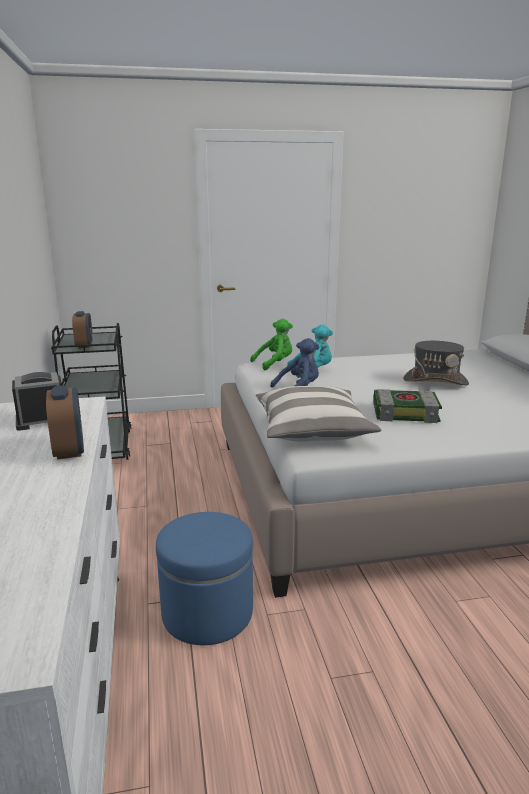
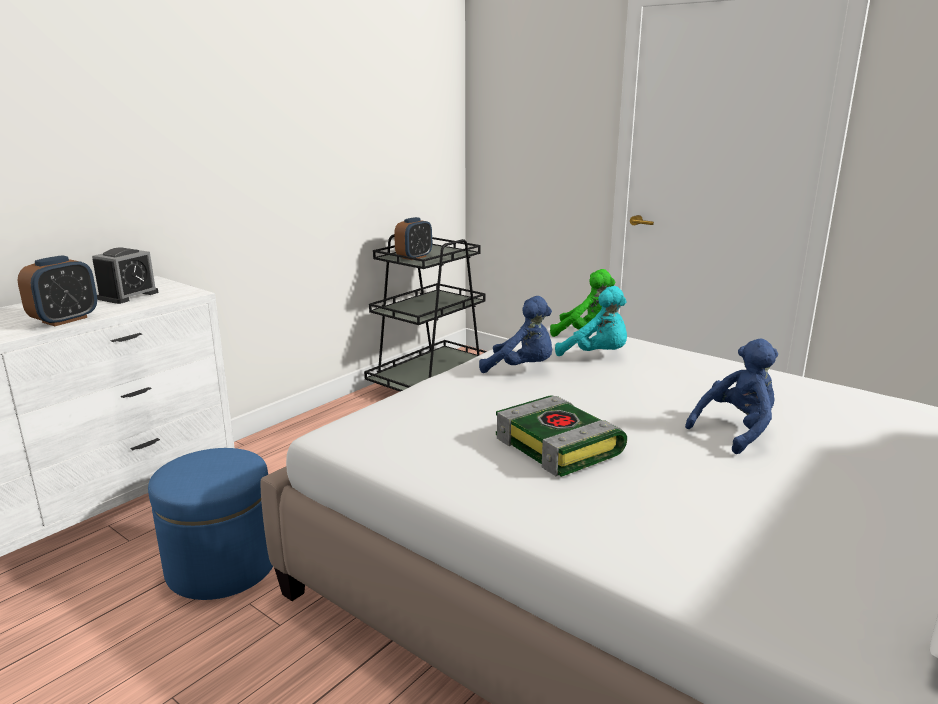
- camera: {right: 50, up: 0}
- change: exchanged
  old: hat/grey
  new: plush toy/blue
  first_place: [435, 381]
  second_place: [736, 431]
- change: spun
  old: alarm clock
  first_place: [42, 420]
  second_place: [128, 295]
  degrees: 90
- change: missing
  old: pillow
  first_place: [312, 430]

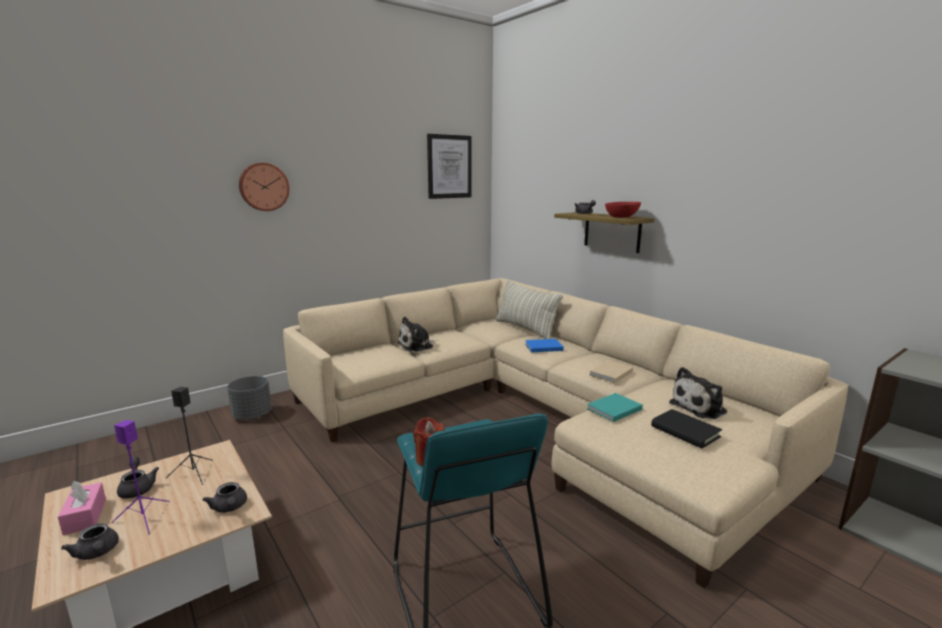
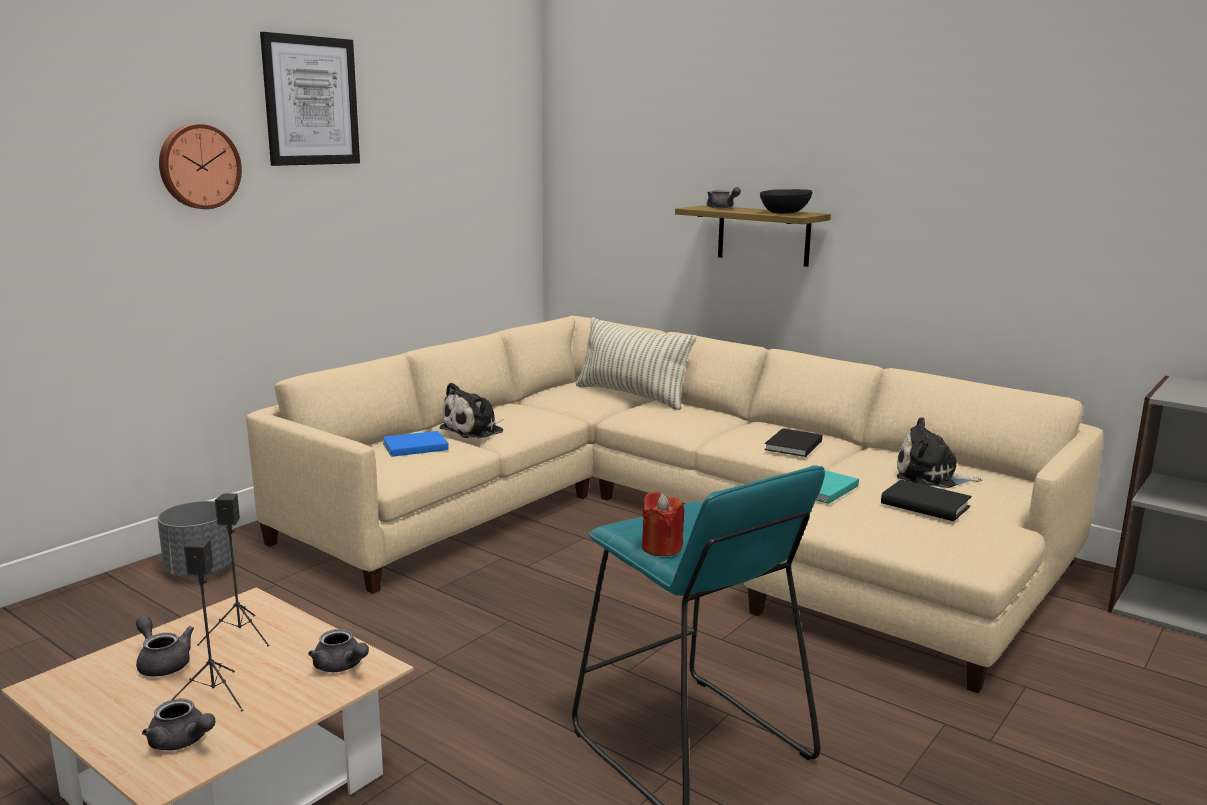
- camera: {right: -15, up: 0}
- change: relocated
  old: picture
  first_place: [449, 167]
  second_place: [311, 101]
- change: colour
  old: bowl/red
  new: bowl/black
  first_place: [621, 217]
  second_place: [785, 213]
- change: relocated
  old: book/blue
  first_place: [542, 347]
  second_place: [413, 446]
- change: colour
  old: book/beige
  new: book/black
  first_place: [609, 373]
  second_place: [792, 446]
- change: spun
  old: plush toy
  first_place: [700, 407]
  second_place: [930, 477]
  degrees: 60
- change: colour
  old: speaker/purple
  new: speaker/black
  first_place: [144, 519]
  second_place: [215, 696]
- change: missing
  old: tissue box/pink
  first_place: [85, 516]

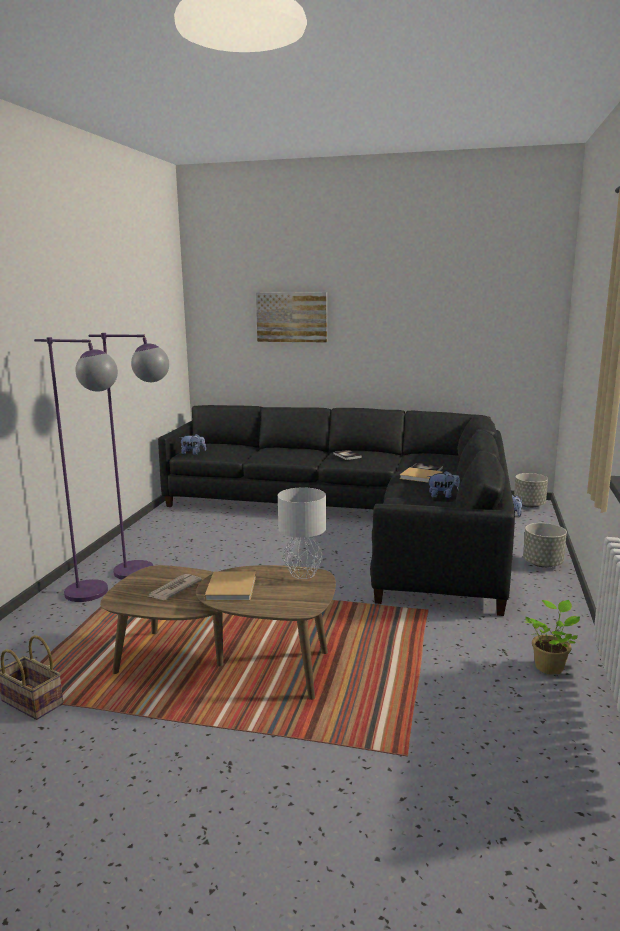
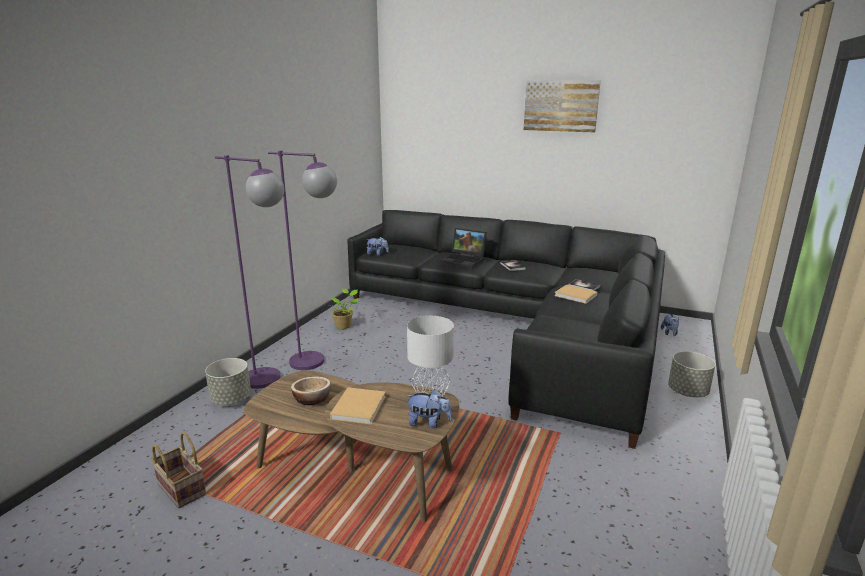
- camera: {right: 10, up: 5}
- change: relocated
  old: picture
  first_place: [292, 317]
  second_place: [561, 106]
- change: relocated
  old: plush toy
  first_place: [443, 496]
  second_place: [428, 423]
- change: relocated
  old: planter/grey
  first_place: [529, 505]
  second_place: [231, 400]
- change: exchanged
  old: newspaper
  new: bowl
  first_place: [174, 589]
  second_place: [312, 399]
- change: relocated
  old: potted plant
  first_place: [550, 666]
  second_place: [344, 326]
- change: appeared
  new: laptop
  second_place: [465, 260]

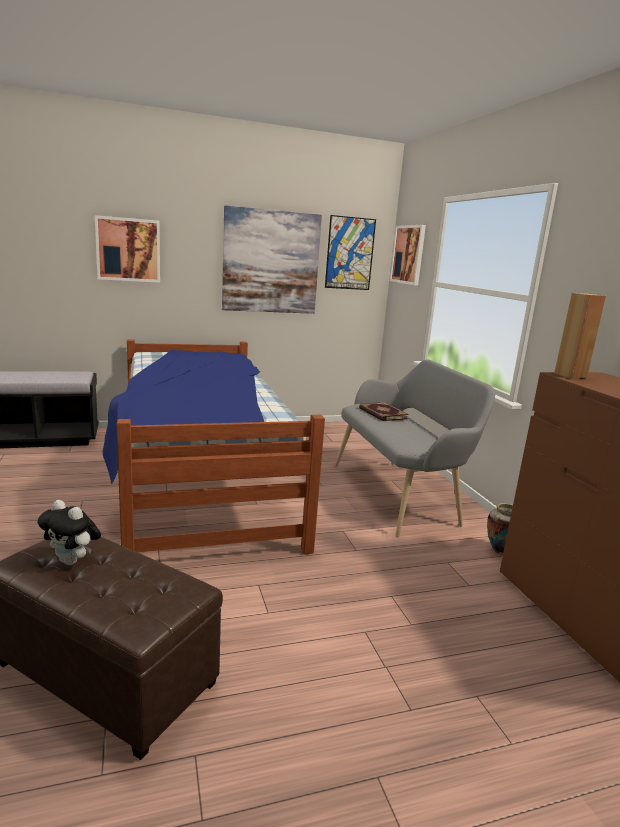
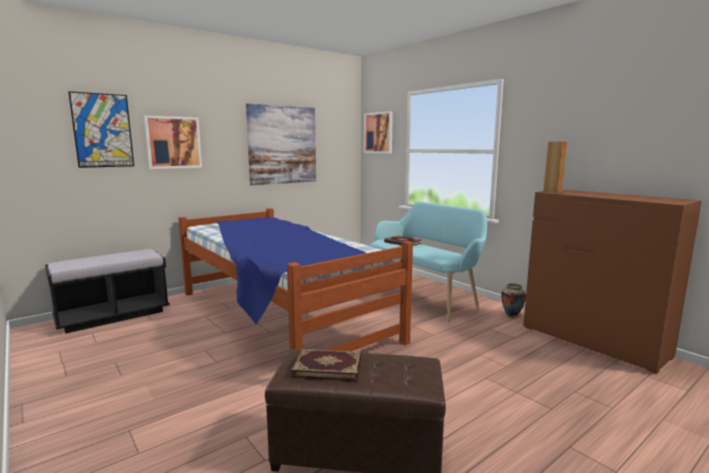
- camera: {right: -20, up: -5}
- change: relocated
  old: picture
  first_place: [350, 253]
  second_place: [102, 130]
- change: colour
  old: bench/grey
  new: bench/turquoise
  first_place: [399, 494]
  second_place: [424, 297]
- change: exchanged
  old: plush toy
  new: book
  first_place: [72, 561]
  second_place: [328, 366]

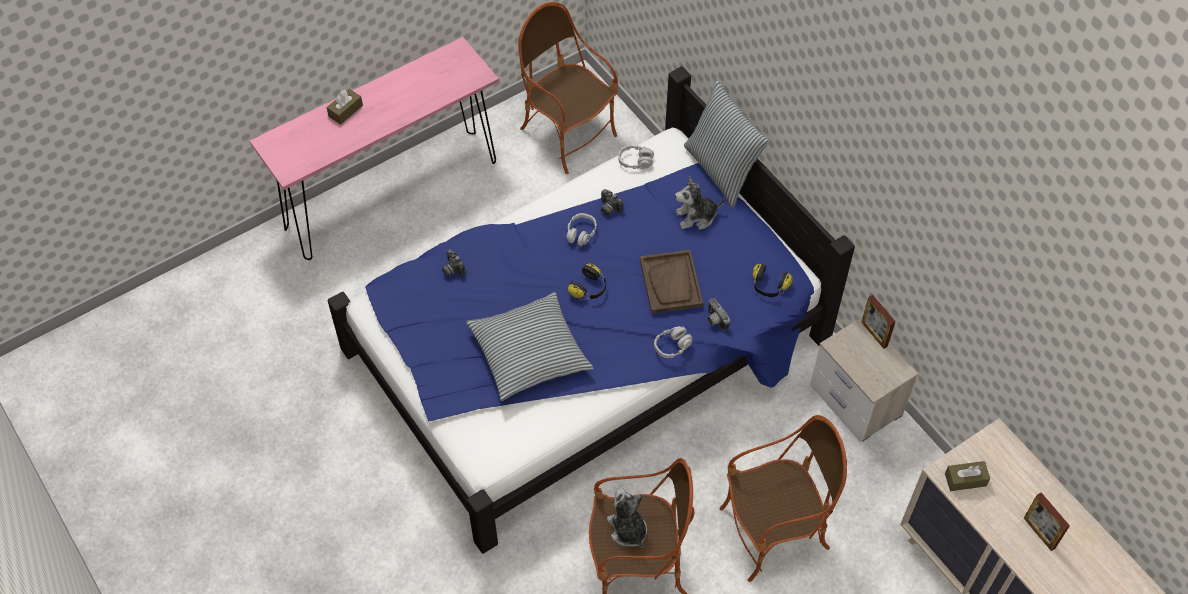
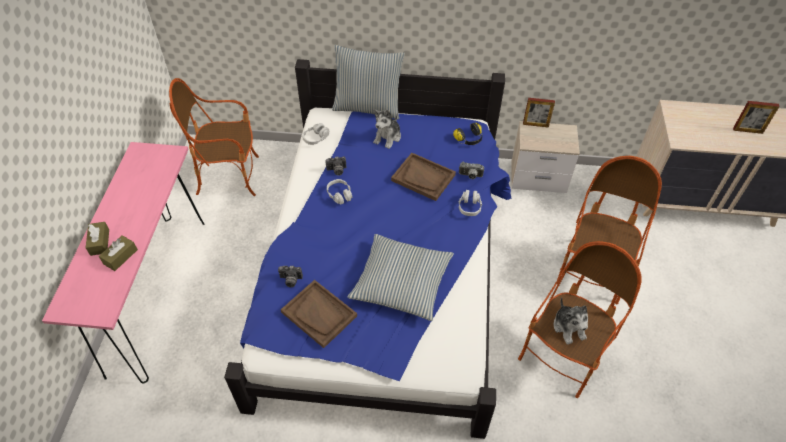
- camera: {right: -50, up: -5}
- change: missing
  old: headphones
  first_place: [589, 288]
- change: relocated
  old: tissue box/brown
  first_place: [965, 479]
  second_place: [120, 257]
- change: spun
  old: plush toy
  first_place: [627, 529]
  second_place: [569, 327]
  degrees: -120
- change: appeared
  new: tray/brown
  second_place: [319, 314]

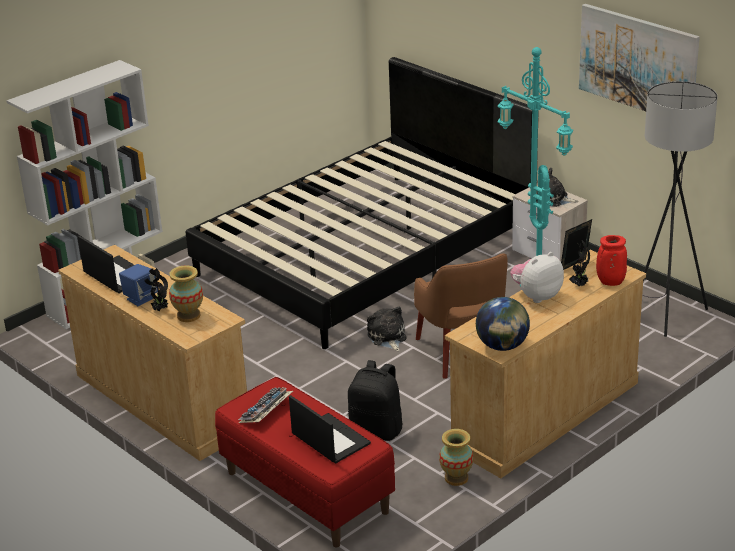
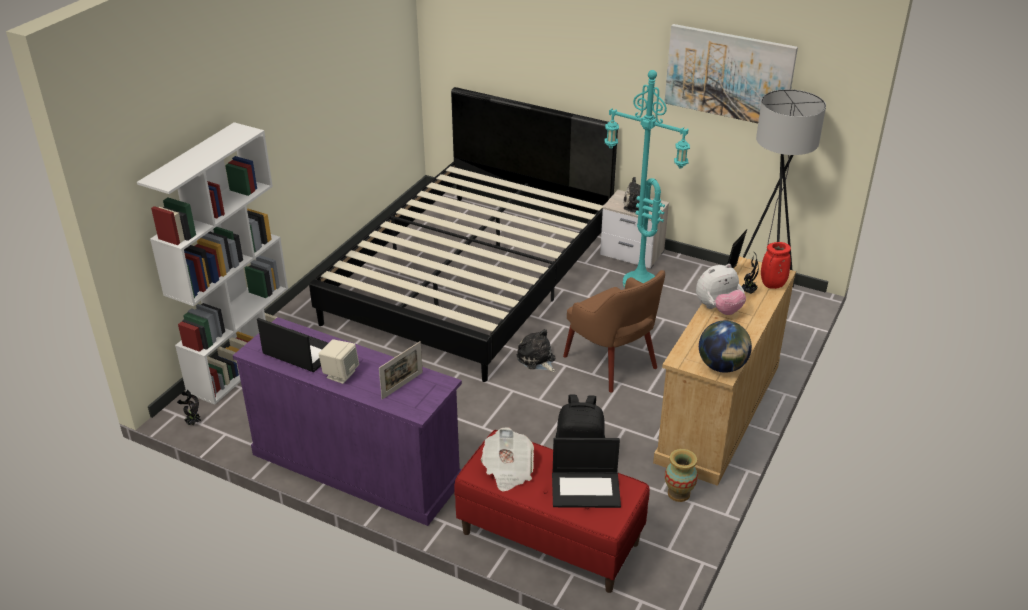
- camera: {right: -20, up: 5}
- change: colour
  old: dresser/beige
  new: dresser/purple
  first_place: [162, 401]
  second_place: [355, 467]
- change: spun
  old: plush toy
  first_place: [536, 296]
  second_place: [718, 309]
  degrees: -150
- change: colour
  old: speaker/blue
  new: speaker/beige
  first_place: [140, 298]
  second_place: [340, 374]
- change: exchanged
  old: vase
  new: picture frame
  first_place: [188, 315]
  second_place: [402, 385]
- change: relocated
  old: potted plant
  first_place: [159, 310]
  second_place: [193, 423]
- change: exchanged
  old: keyboard
  new: newspaper
  first_place: [266, 412]
  second_place: [508, 470]
- change: spun
  old: laptop
  first_place: [329, 439]
  second_place: [586, 489]
  degrees: 150

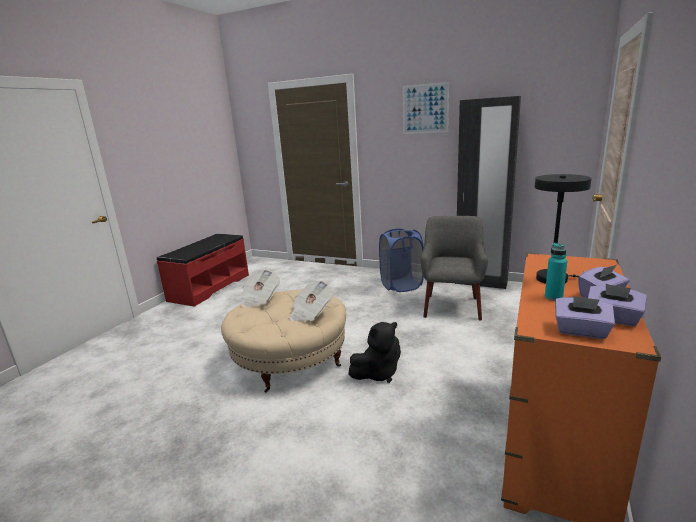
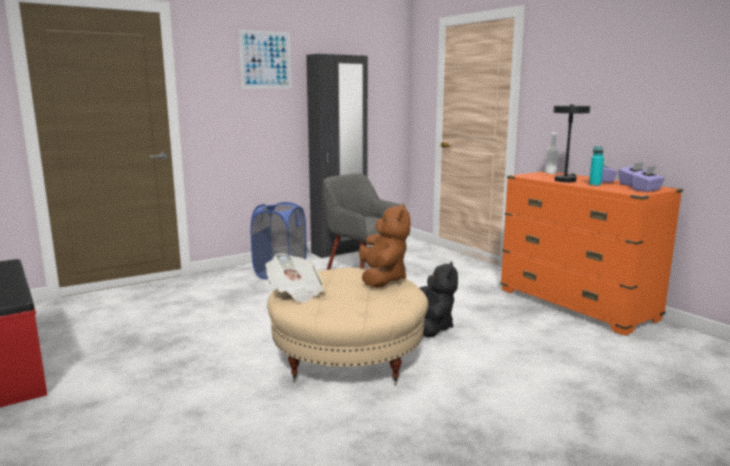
- camera: {right: -60, up: -5}
- change: exchanged
  old: newspaper
  new: plush toy/brown
  first_place: [311, 313]
  second_place: [382, 279]
- change: appeared
  new: bottle/white
  second_place: [550, 173]

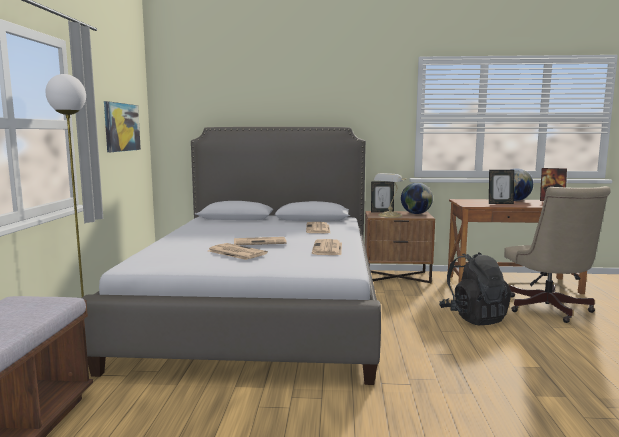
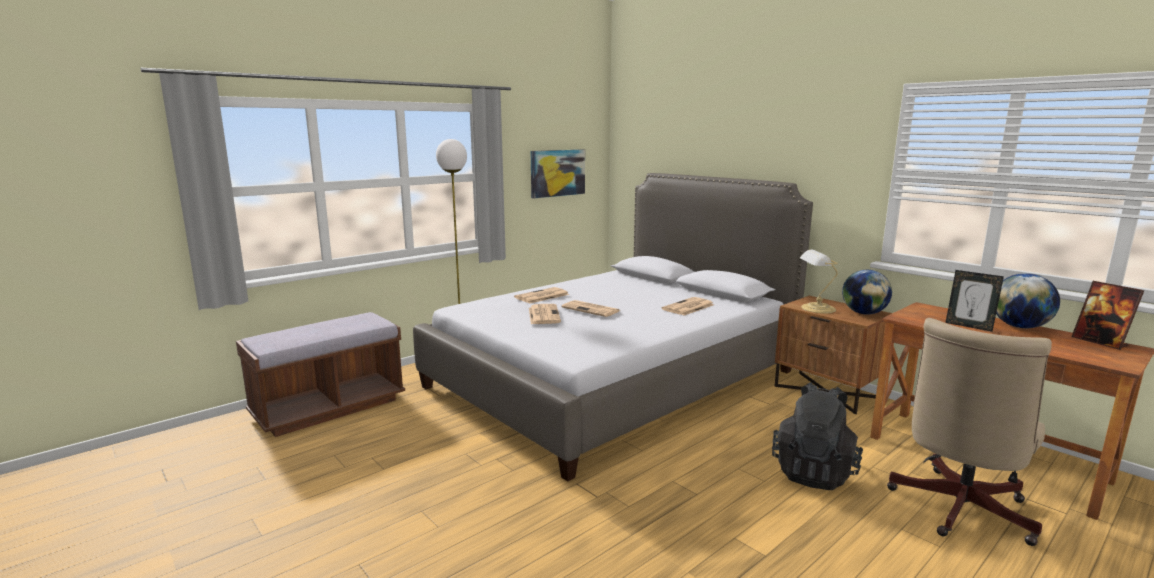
- camera: {right: 45, up: 5}
- change: missing
  old: picture frame
  first_place: [382, 212]
- change: relocated
  old: newspaper
  first_place: [327, 248]
  second_place: [541, 296]

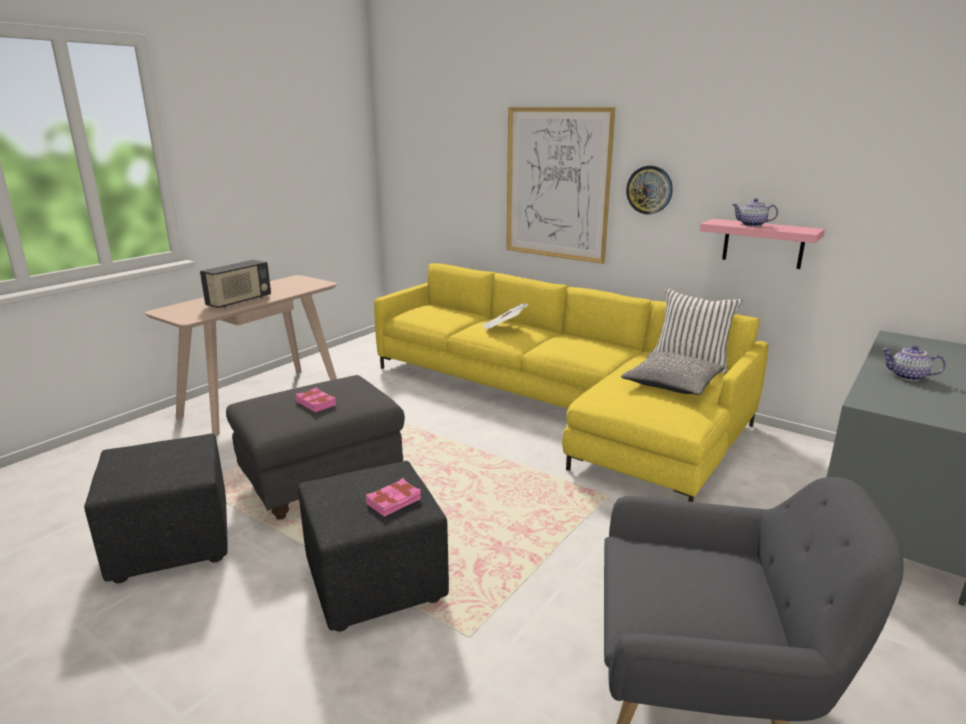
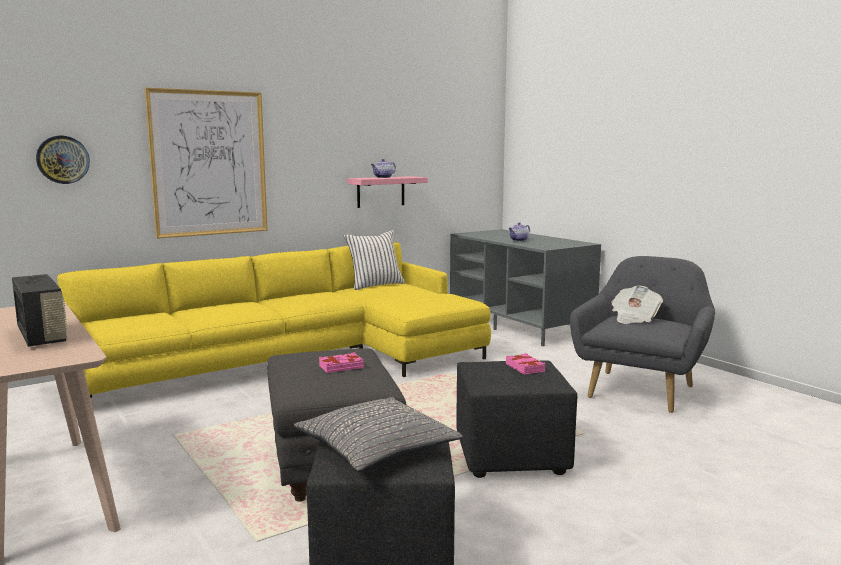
- camera: {right: -70, up: -10}
- change: relocated
  old: wall clock
  first_place: [649, 190]
  second_place: [63, 159]
- change: relocated
  old: newspaper
  first_place: [503, 328]
  second_place: [634, 318]
- change: relocated
  old: pillow/grey
  first_place: [672, 383]
  second_place: [376, 448]

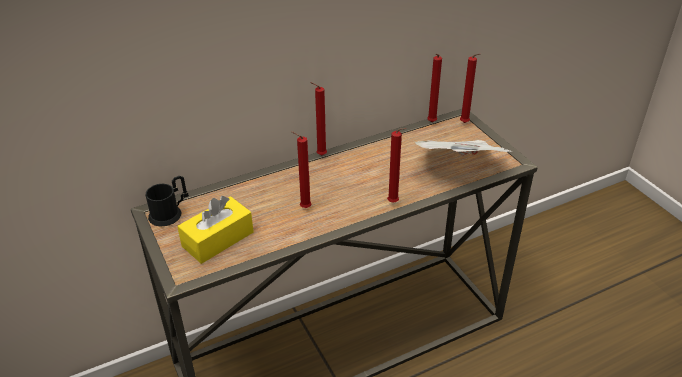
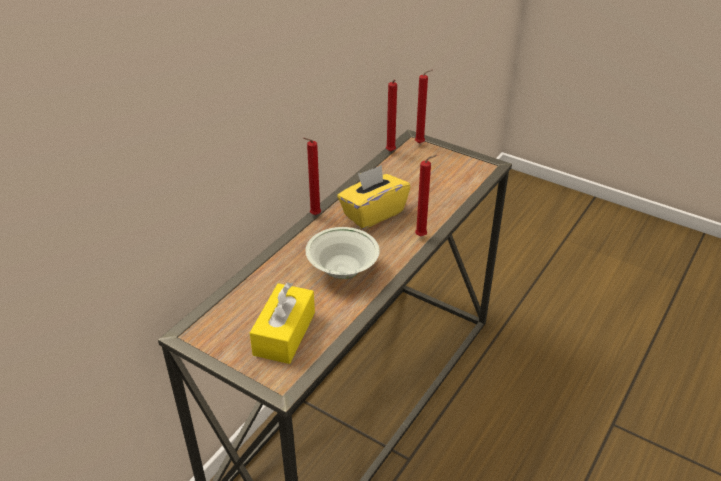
- camera: {right: -30, up: 0}
- change: exchanged
  old: candle/red
  new: bowl/white
  first_place: [303, 208]
  second_place: [342, 271]
- change: missing
  old: newspaper
  first_place: [461, 167]
- change: missing
  old: mug/black
  first_place: [169, 213]
- change: appeared
  new: tissue box/yellow
  second_place: [373, 213]

